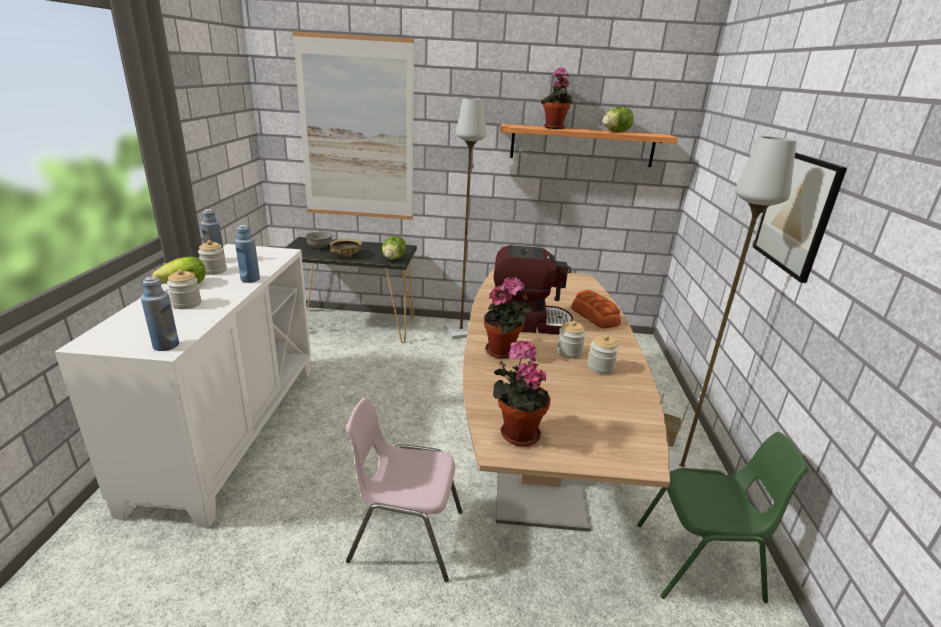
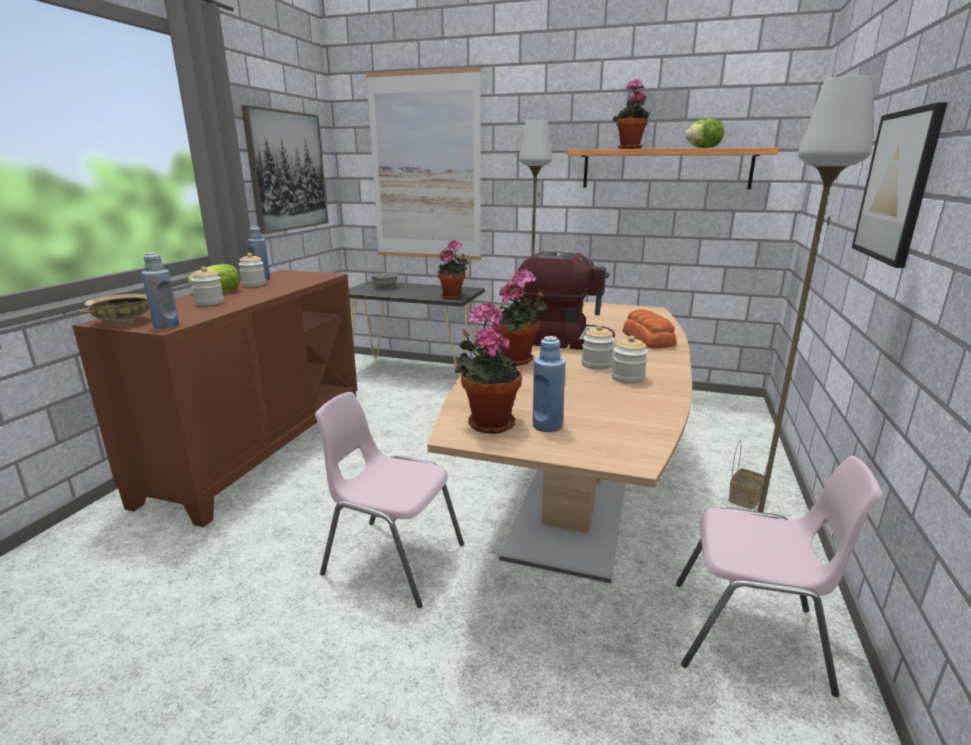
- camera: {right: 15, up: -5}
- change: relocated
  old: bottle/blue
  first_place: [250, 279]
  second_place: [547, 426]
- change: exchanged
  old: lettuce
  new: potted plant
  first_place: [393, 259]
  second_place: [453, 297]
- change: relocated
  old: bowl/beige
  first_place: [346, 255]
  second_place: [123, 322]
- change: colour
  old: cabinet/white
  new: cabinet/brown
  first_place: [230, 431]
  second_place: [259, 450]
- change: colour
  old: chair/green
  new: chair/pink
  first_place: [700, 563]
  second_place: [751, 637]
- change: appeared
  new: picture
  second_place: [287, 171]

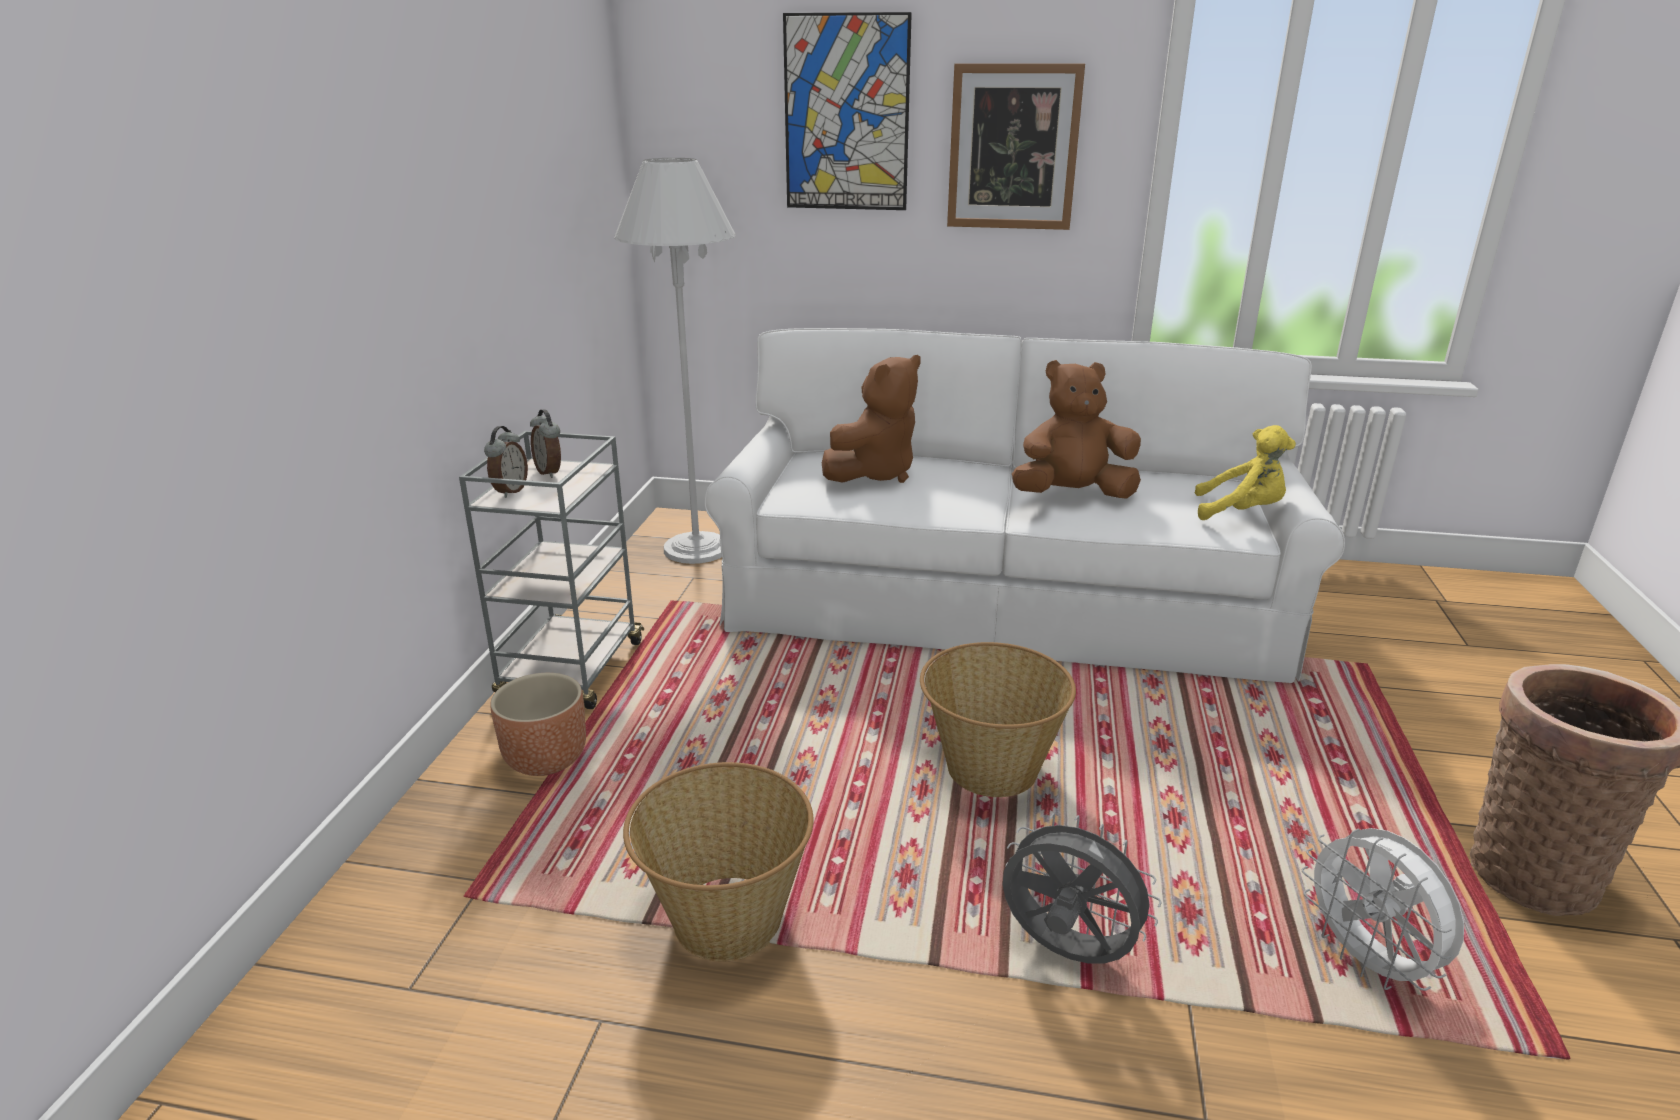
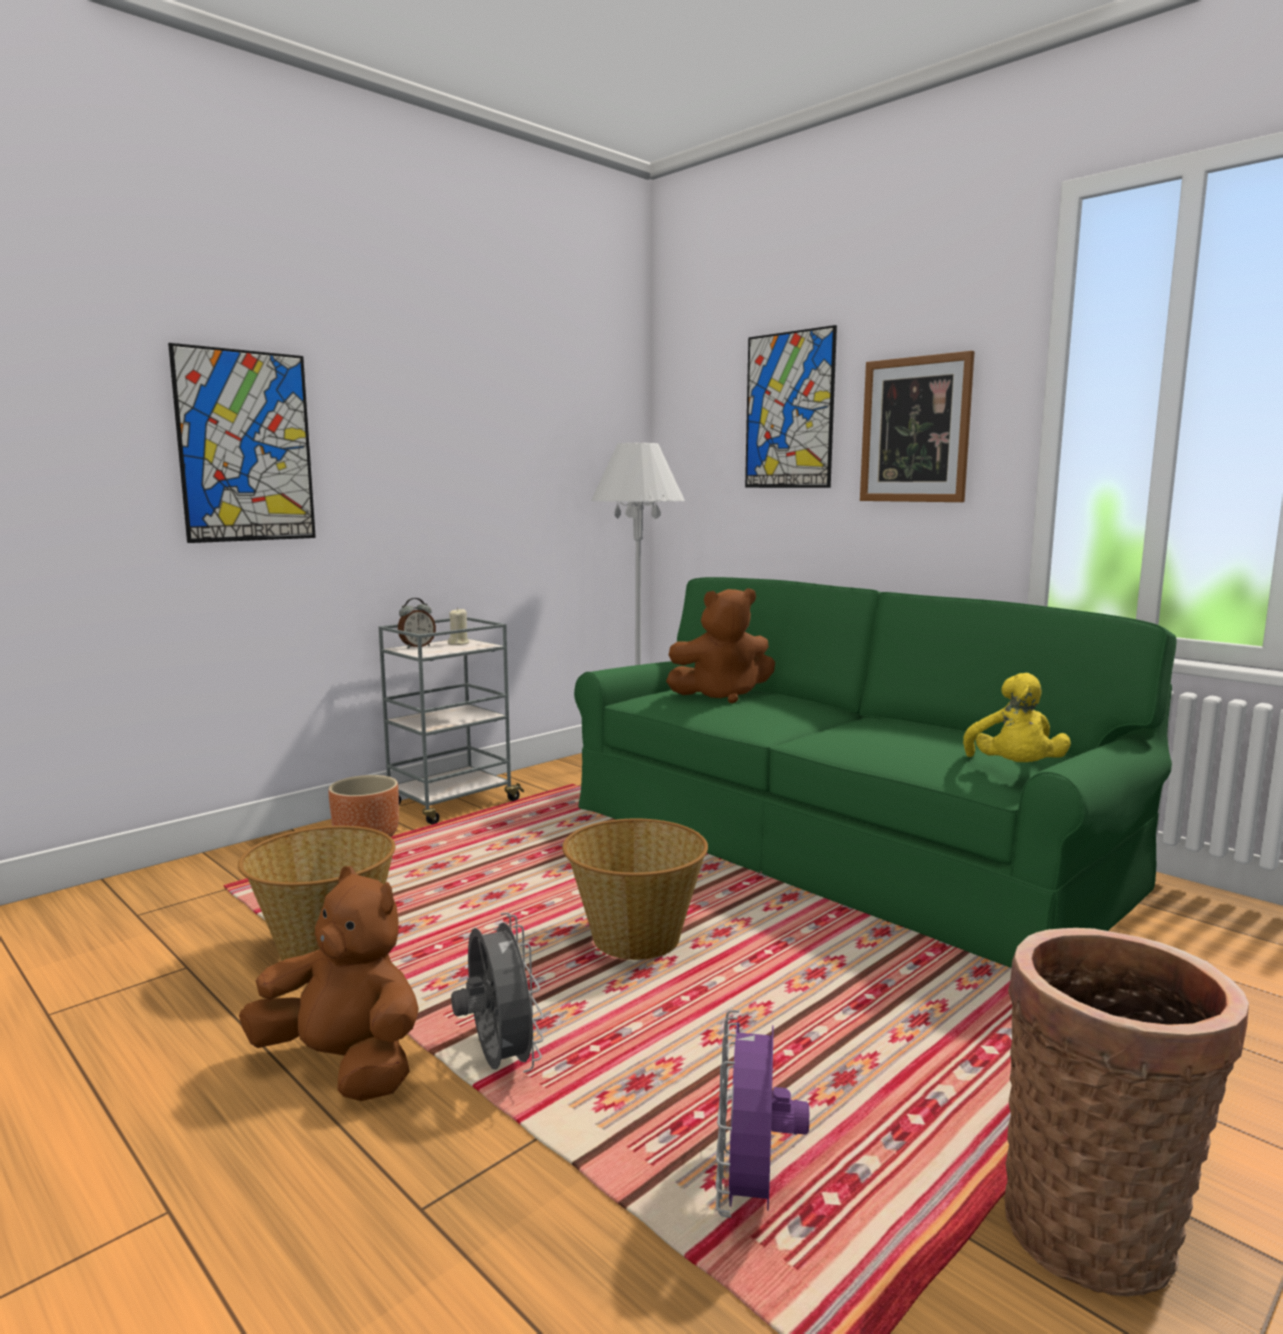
- camera: {right: 35, up: -15}
- change: colour
  old: sofa/white
  new: sofa/green
  first_place: [1003, 599]
  second_place: [834, 844]
- change: relocated
  old: plush toy/brown
  first_place: [1072, 495]
  second_place: [344, 1065]
- change: exchanged
  old: alarm clock
  new: candle/beige
  first_place: [550, 472]
  second_place: [459, 643]
- change: spun
  old: plush toy/yellow
  first_place: [1241, 512]
  second_place: [1014, 770]
  degrees: 45
- change: colour
  old: fan/white
  new: fan/purple
  first_place: [1367, 962]
  second_place: [751, 1195]
- change: appeared
  new: picture
  second_place: [246, 447]

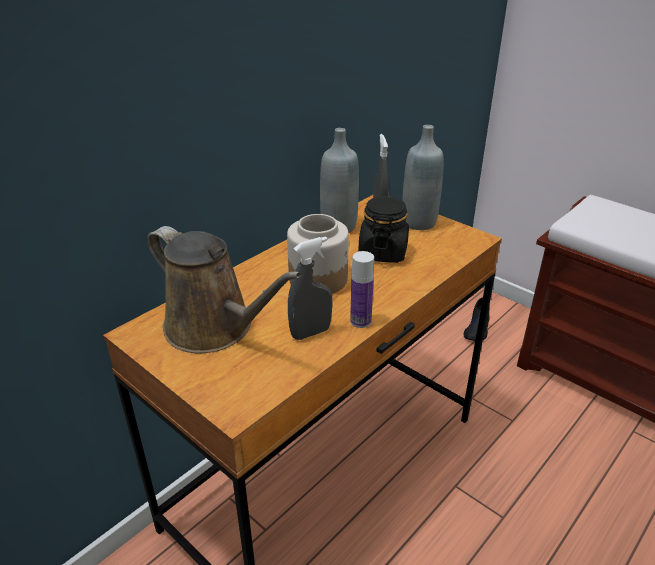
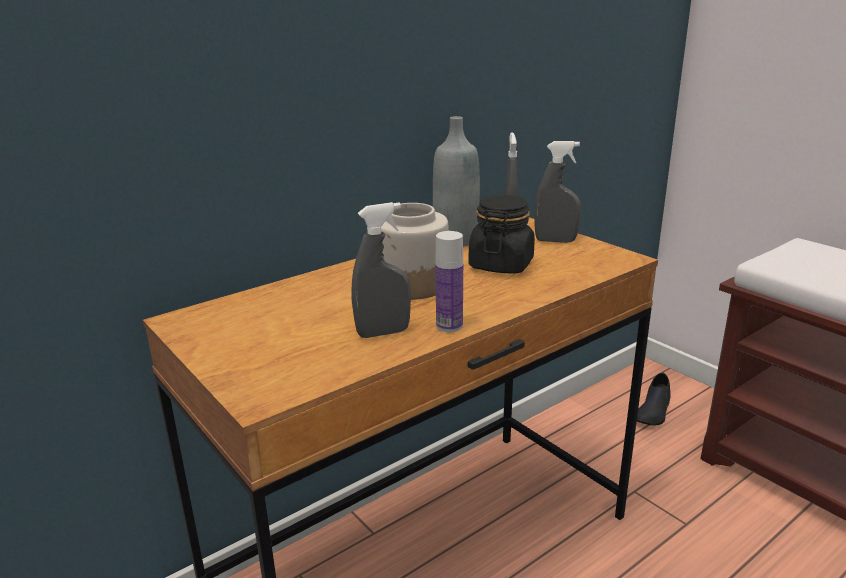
- camera: {right: 10, up: -10}
- change: exchanged
  old: bottle/grey
  new: spray bottle/grey
  first_place: [419, 222]
  second_place: [555, 241]
- change: missing
  old: watering can/brown
  first_place: [215, 328]

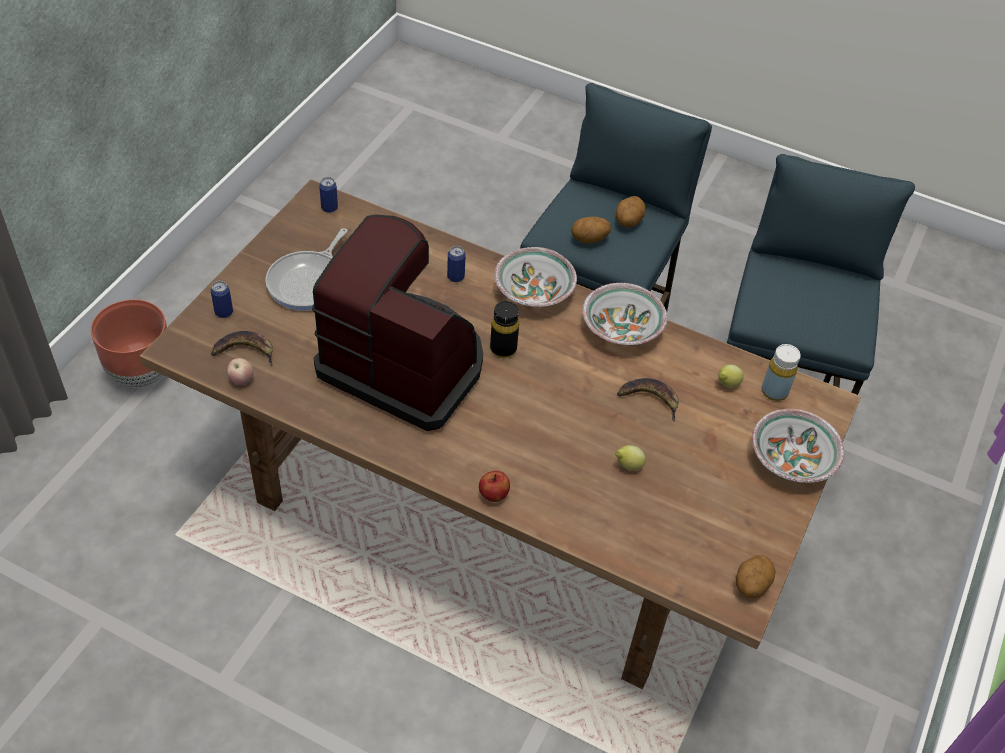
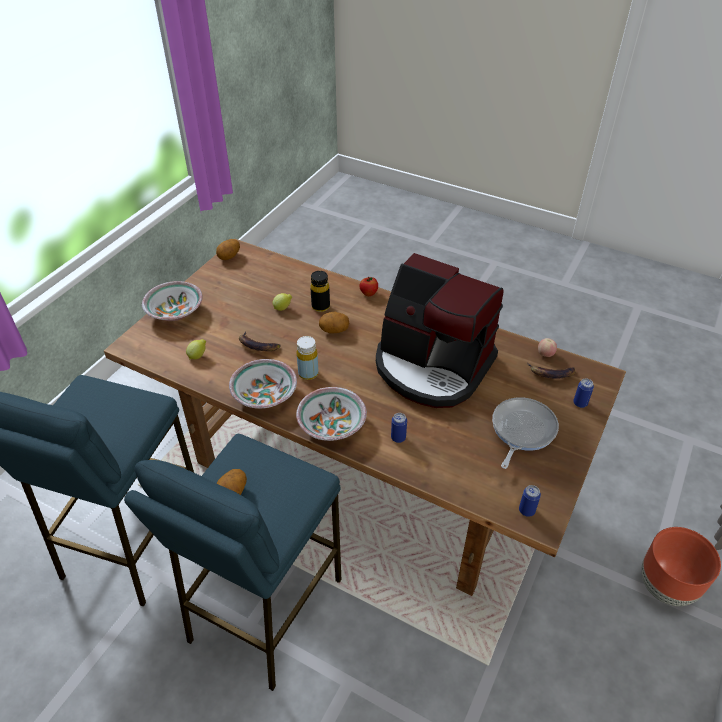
- camera: {right: -175, up: -5}
- change: relocated
  old: potato
  first_place: [589, 240]
  second_place: [334, 330]
- change: relocated
  old: bottle/black
  first_place: [503, 349]
  second_place: [320, 306]
- change: relocated
  old: bottle/yellow
  first_place: [774, 391]
  second_place: [308, 373]

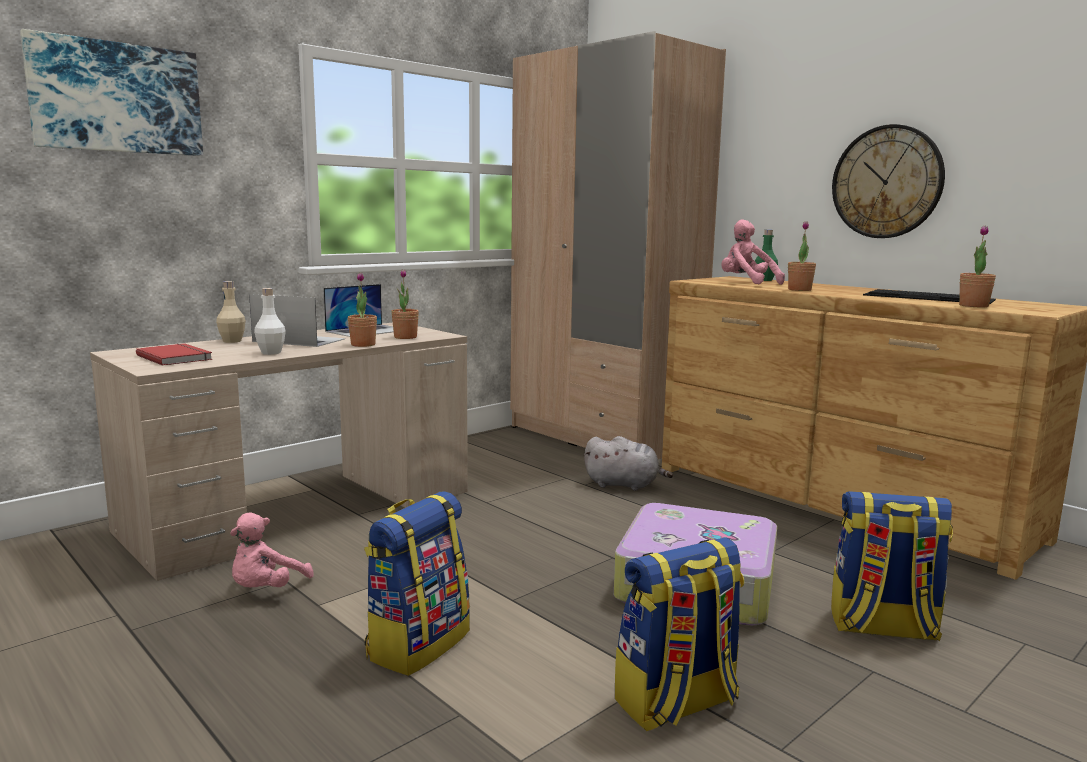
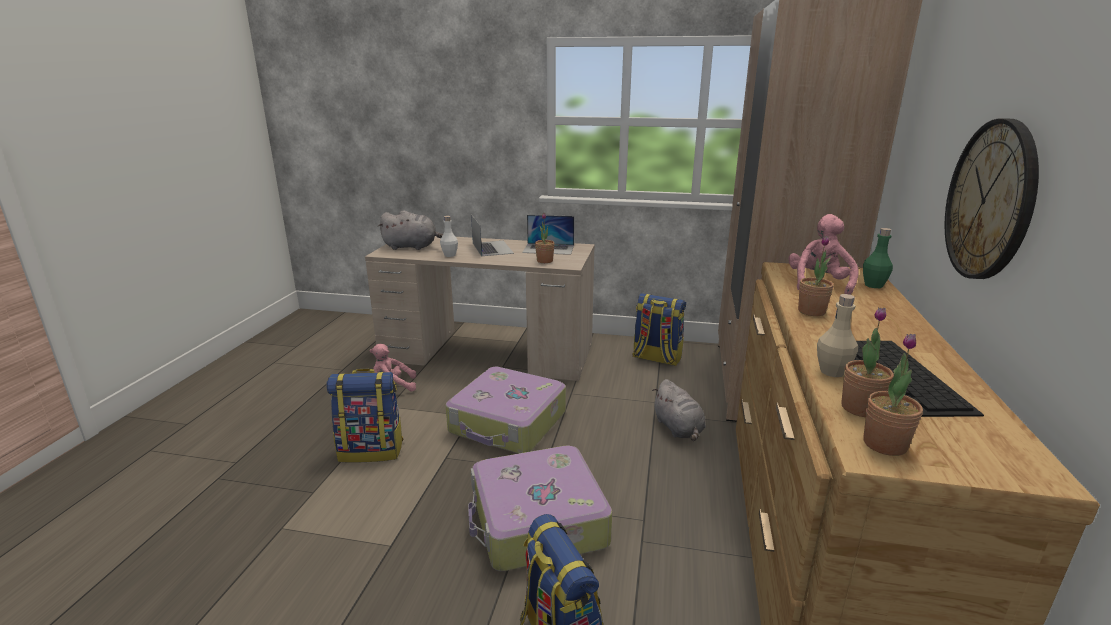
- camera: {right: 55, up: 10}
- change: missing
  old: picture
  first_place: [116, 98]
- change: relocated
  old: potted plant
  first_place: [363, 345]
  second_place: [884, 444]
- change: relocated
  old: bottle/beige
  first_place: [232, 341]
  second_place: [832, 372]
- change: exchanged
  old: book/red
  new: plush toy/grey
  first_place: [176, 357]
  second_place: [412, 247]
- change: relocated
  old: backpack
  first_place: [677, 704]
  second_place: [656, 358]
- change: appeared
  new: suitcase
  second_place: [508, 423]

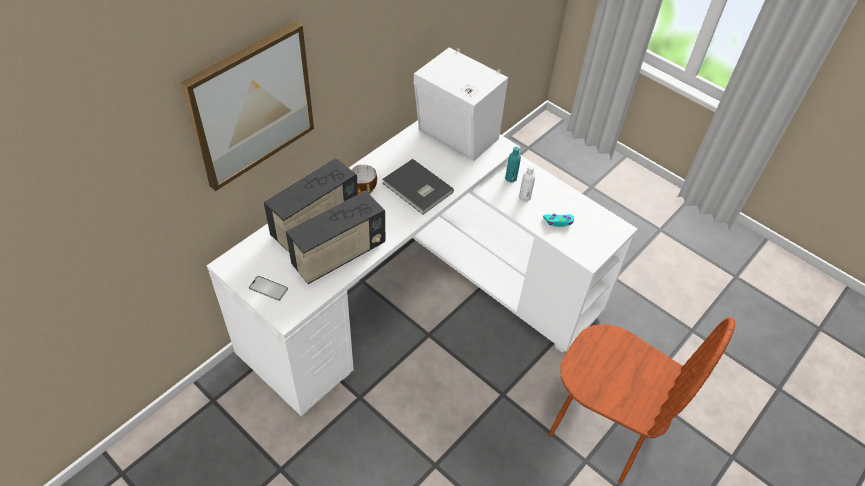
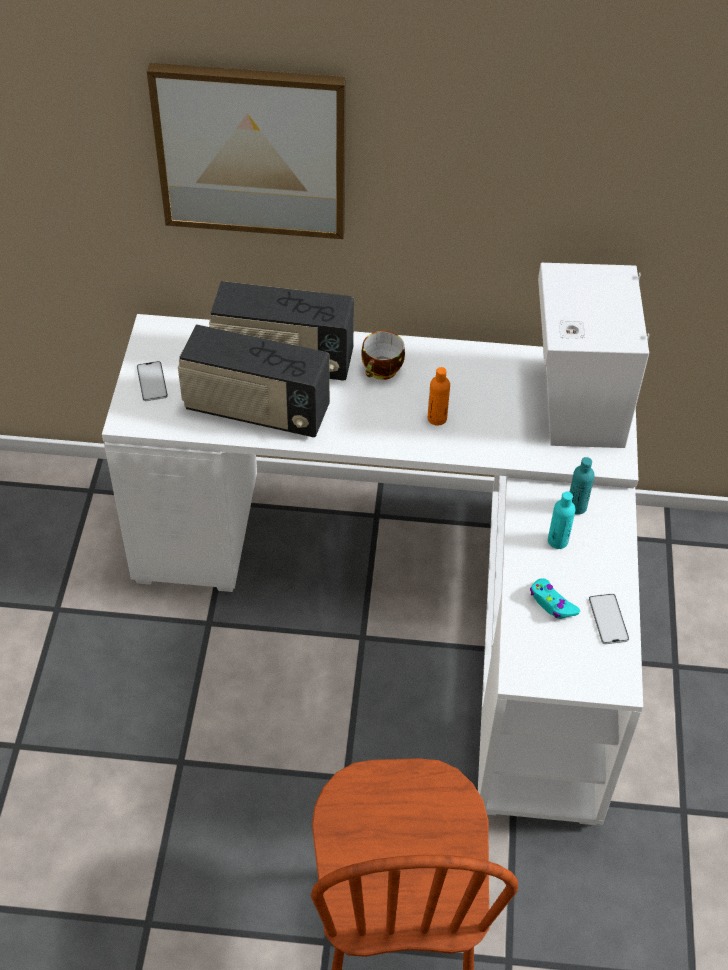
- camera: {right: 55, up: 0}
- change: exchanged
  old: book/grey
  new: bottle/orange
  first_place: [417, 189]
  second_place: [437, 418]
- change: colour
  old: bottle/white
  new: bottle/turquoise
  first_place: [524, 197]
  second_place: [557, 541]
- change: appeared
  new: phone
  second_place: [608, 619]

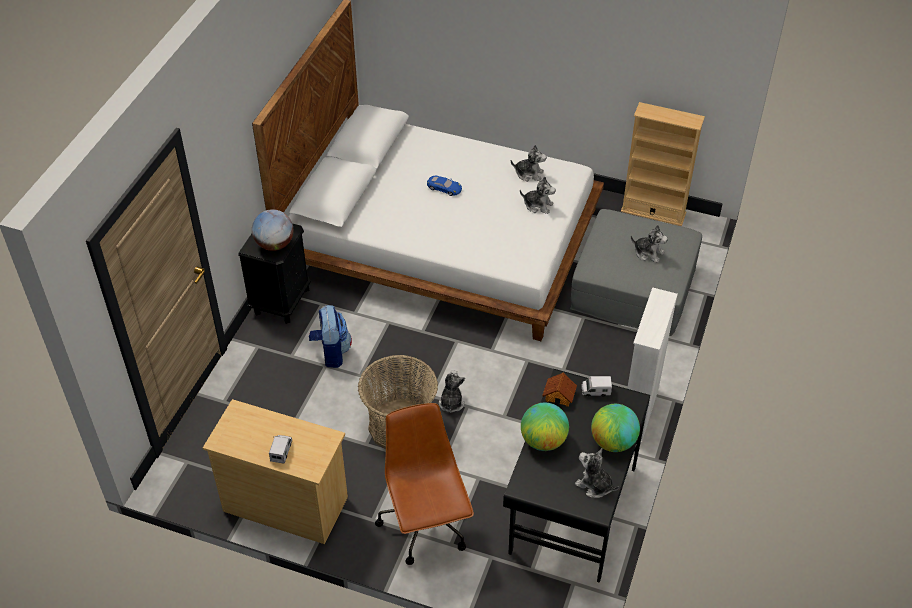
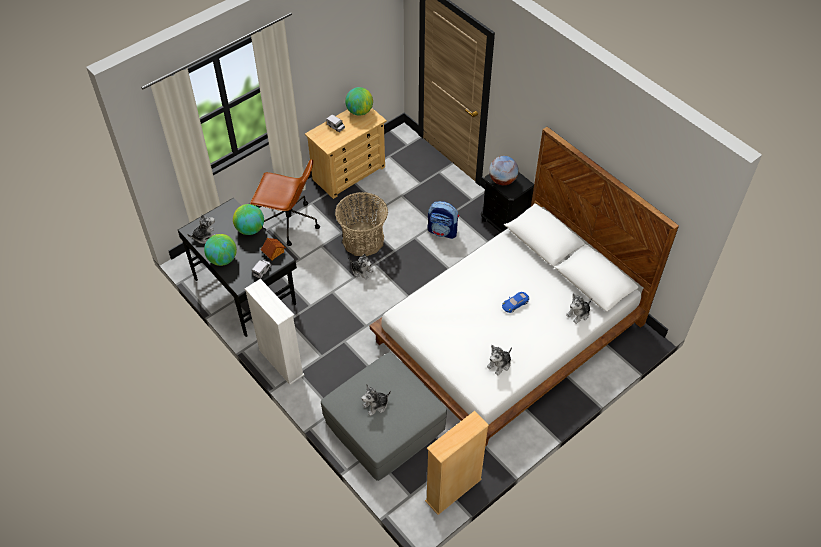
- camera: {right: 120, up: 5}
- change: relocated
  old: plush toy
  first_place: [538, 205]
  second_place: [578, 314]
- change: appeared
  new: globe
  second_place: [359, 111]

